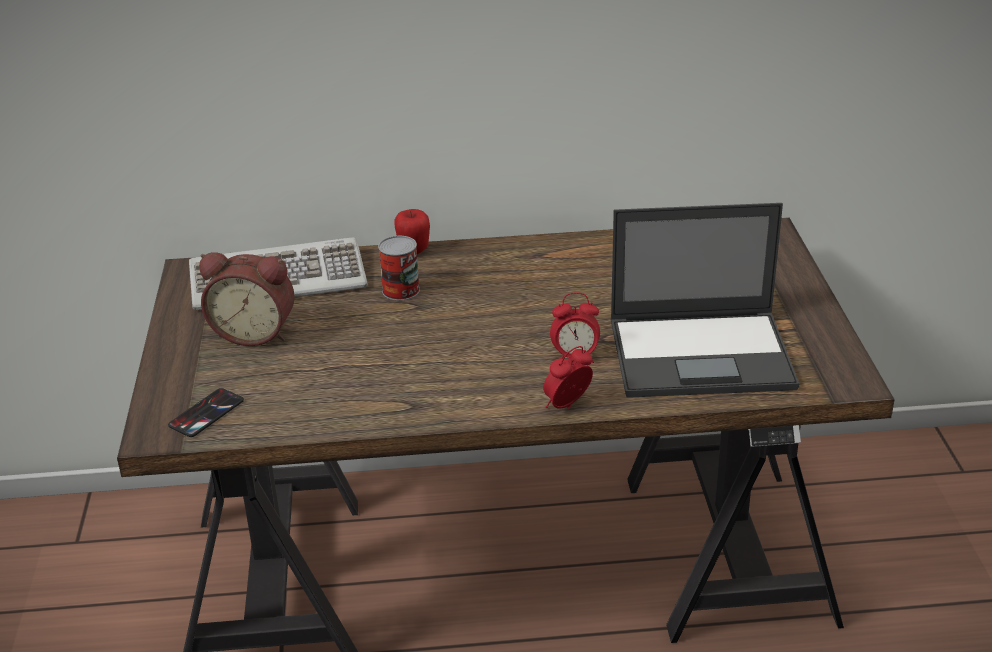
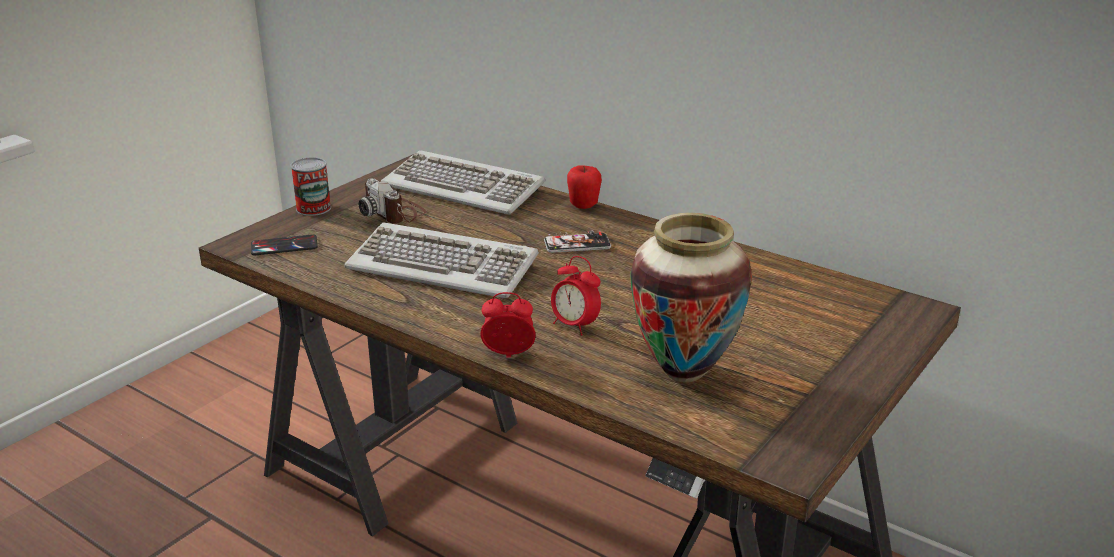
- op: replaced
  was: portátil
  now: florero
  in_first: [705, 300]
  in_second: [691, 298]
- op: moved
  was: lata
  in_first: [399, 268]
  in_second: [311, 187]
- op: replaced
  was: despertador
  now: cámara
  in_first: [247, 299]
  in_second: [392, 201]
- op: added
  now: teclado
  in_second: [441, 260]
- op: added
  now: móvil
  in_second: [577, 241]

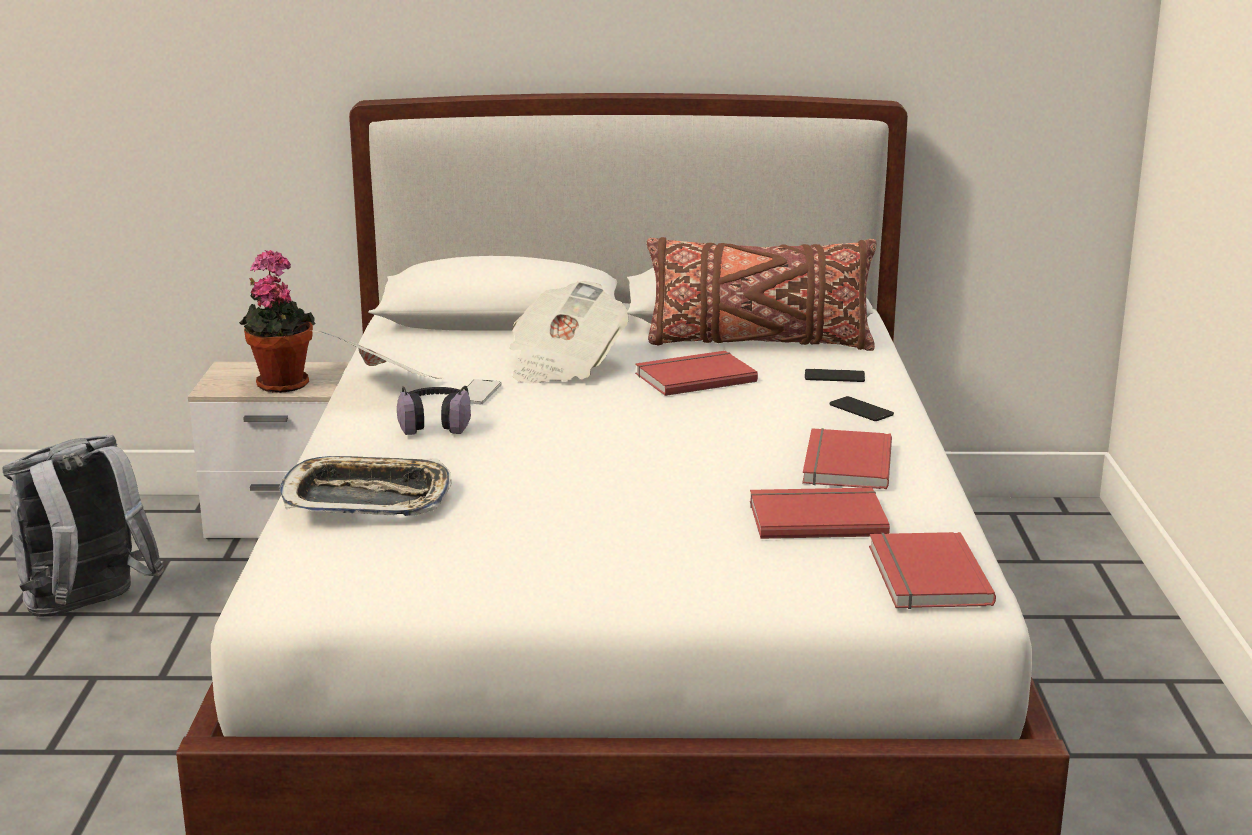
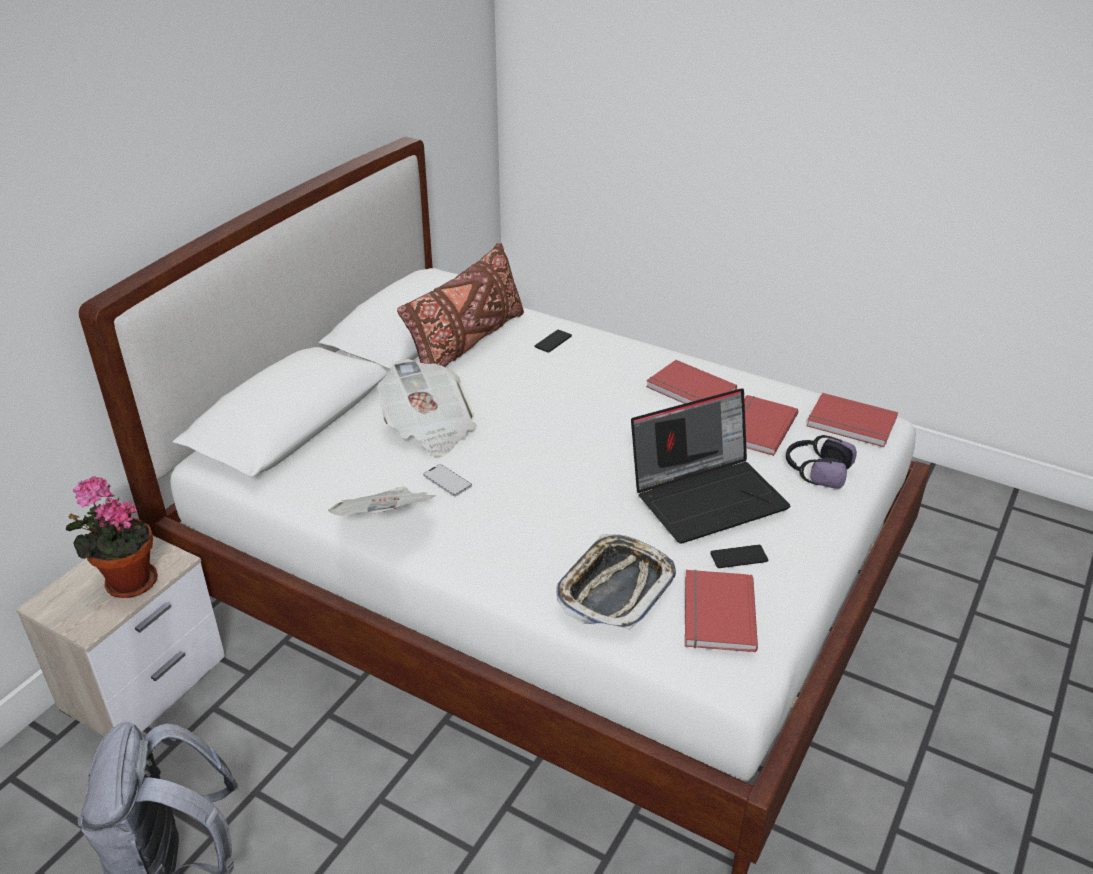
- op: moved
  was: libro (rojo)
  in_first: [696, 373]
  in_second: [721, 611]
- op: moved
  was: auriculares
  in_first: [434, 410]
  in_second: [821, 462]
- op: moved
  was: móvil
  in_first: [862, 408]
  in_second: [739, 556]
- op: added
  now: portátil
  in_second: [711, 466]

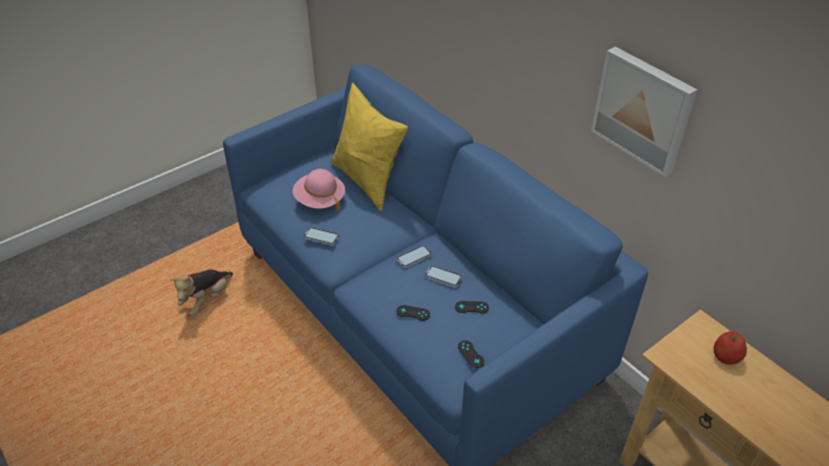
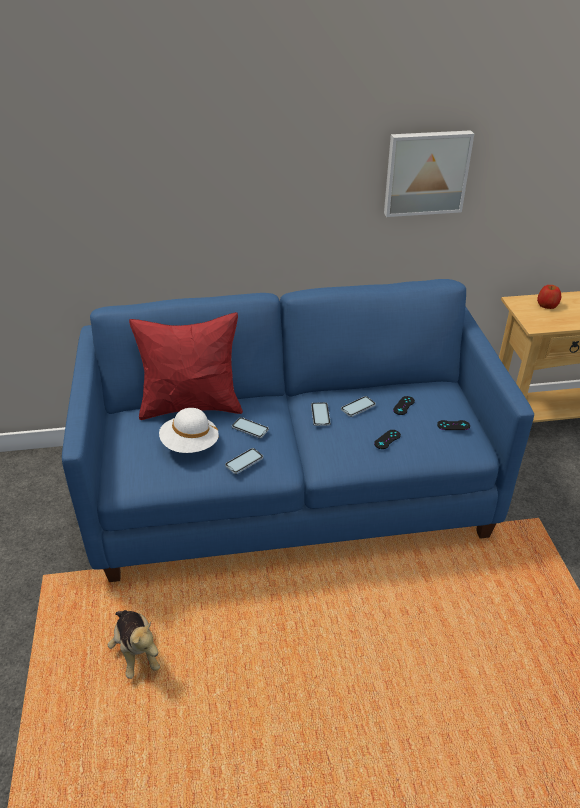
- op: recoloured
  was: cojín (amarillo)
  now: cojín (rojo)
  in_first: [369, 146]
  in_second: [186, 366]
- op: recoloured
  was: sombrero (rosa)
  now: sombrero (blanco)
  in_first: [319, 190]
  in_second: [189, 430]
- op: added
  now: móvil
  in_second: [250, 427]

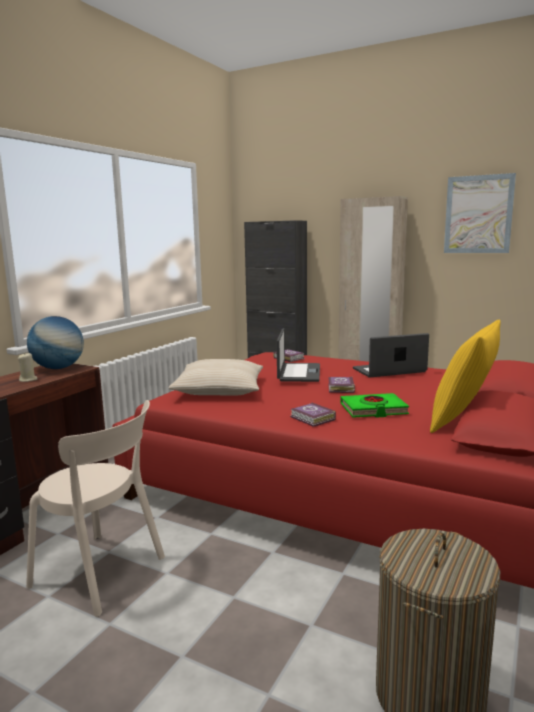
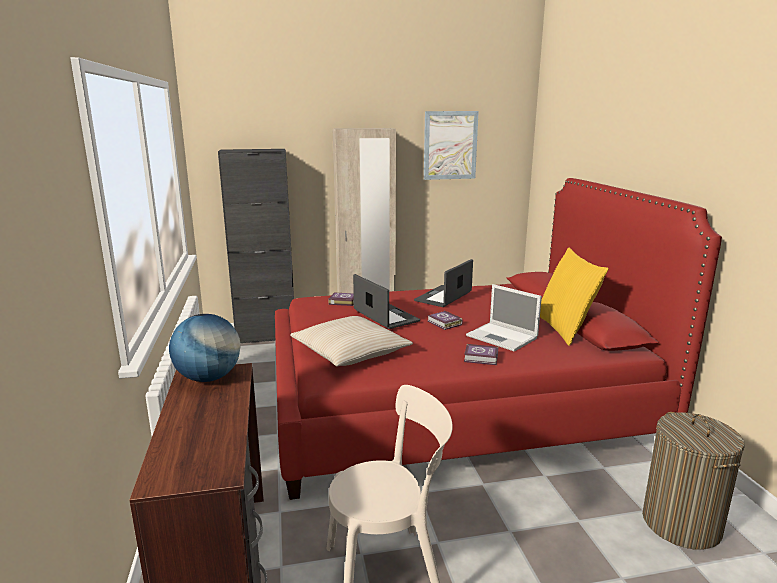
- op: removed
  was: vela (beis)
  in_first: [27, 367]
- op: replaced
  was: libro (verde)
  now: portátil
  in_first: [374, 405]
  in_second: [504, 318]

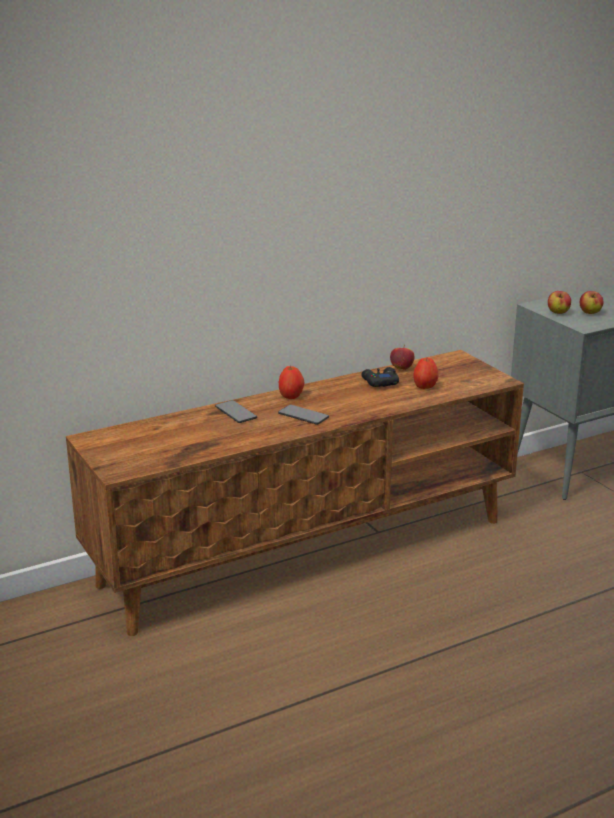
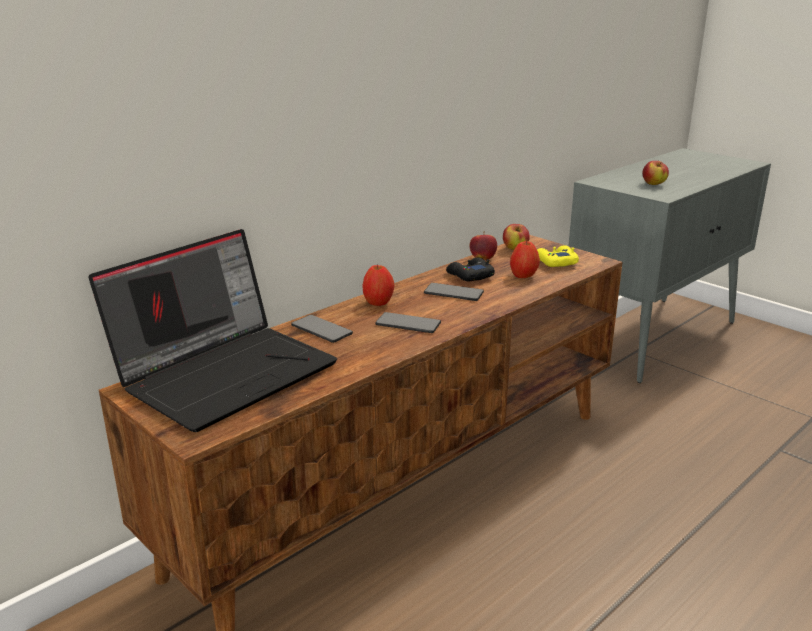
- op: moved
  was: manzana
  in_first: [559, 302]
  in_second: [516, 237]
- op: added
  now: portátil
  in_second: [212, 330]
- op: added
  now: mando de consola (amarillo)
  in_second: [558, 256]
- op: added
  now: móvil
  in_second: [454, 292]

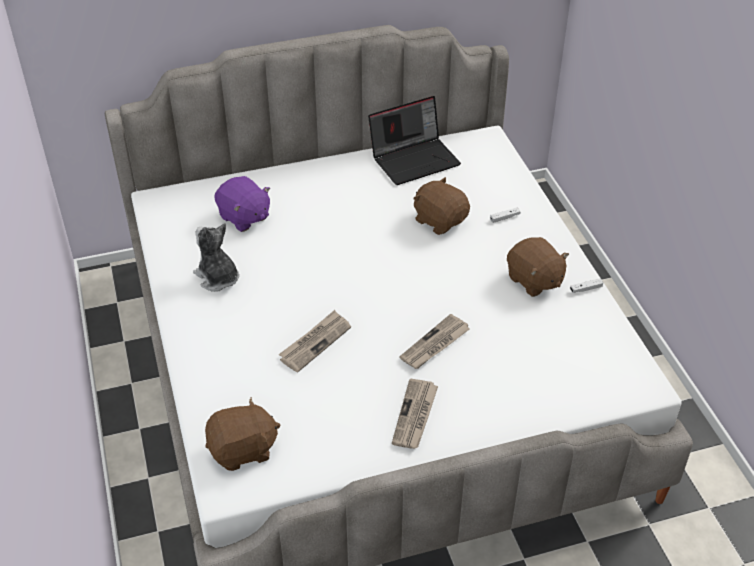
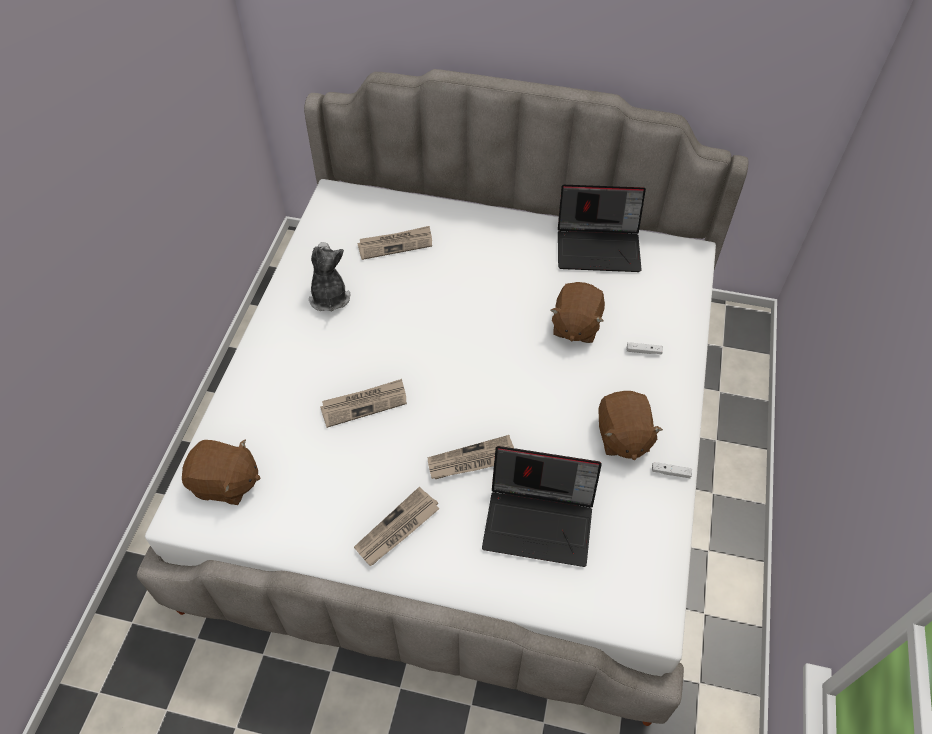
- op: replaced
  was: peluche (morado)
  now: periódico
  in_first: [242, 204]
  in_second: [394, 243]
- op: turned
  was: peluche (marrón)
  in_first: [441, 206]
  in_second: [577, 312]
  clockwise: -150
- op: added
  now: portátil
  in_second: [542, 506]

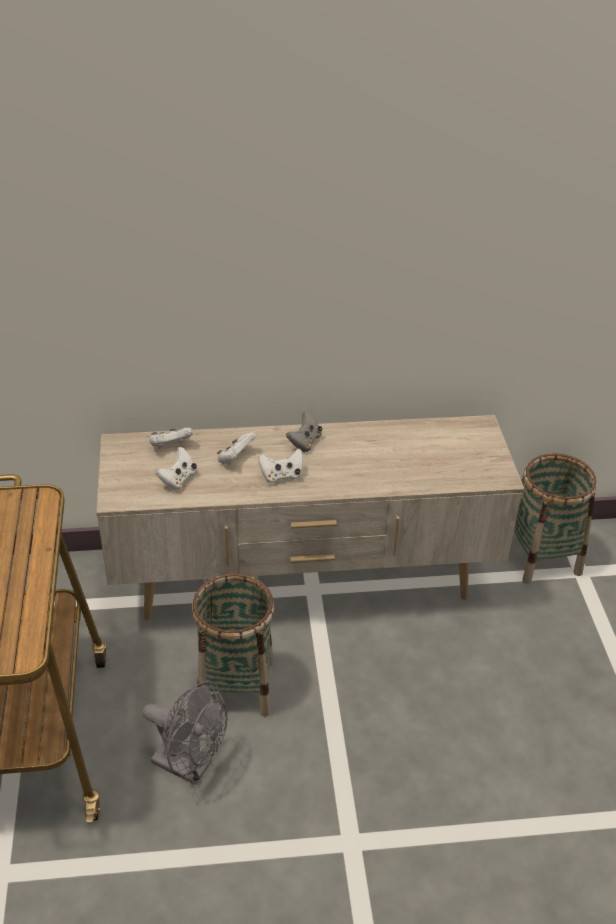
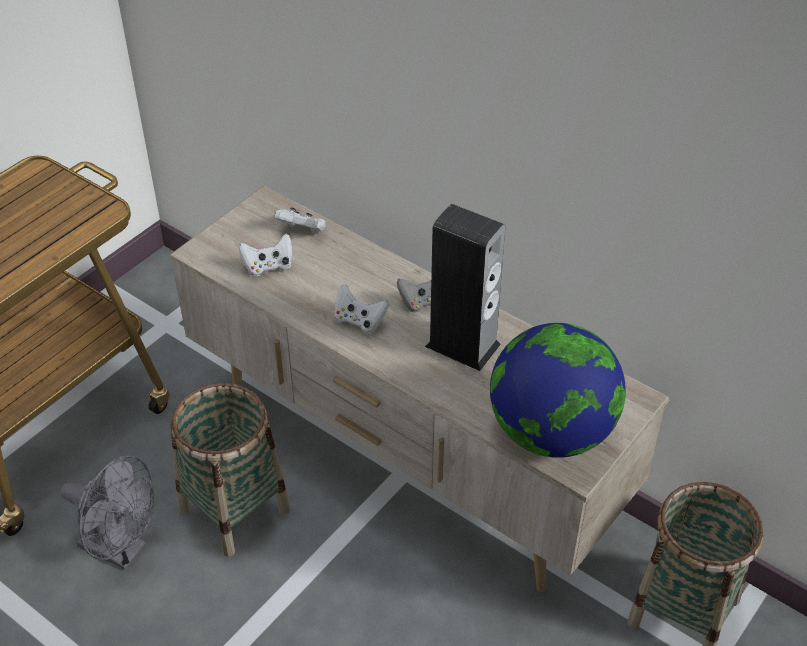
- op: removed
  was: mando de consola (blanco)
  in_first: [237, 448]
- op: turned
  was: ventilador (gris)
  in_first: [184, 733]
  in_second: [108, 512]
  clockwise: -45
- op: added
  now: altavoz
  in_second: [465, 287]
- op: added
  now: globo terráqueo
  in_second: [558, 390]

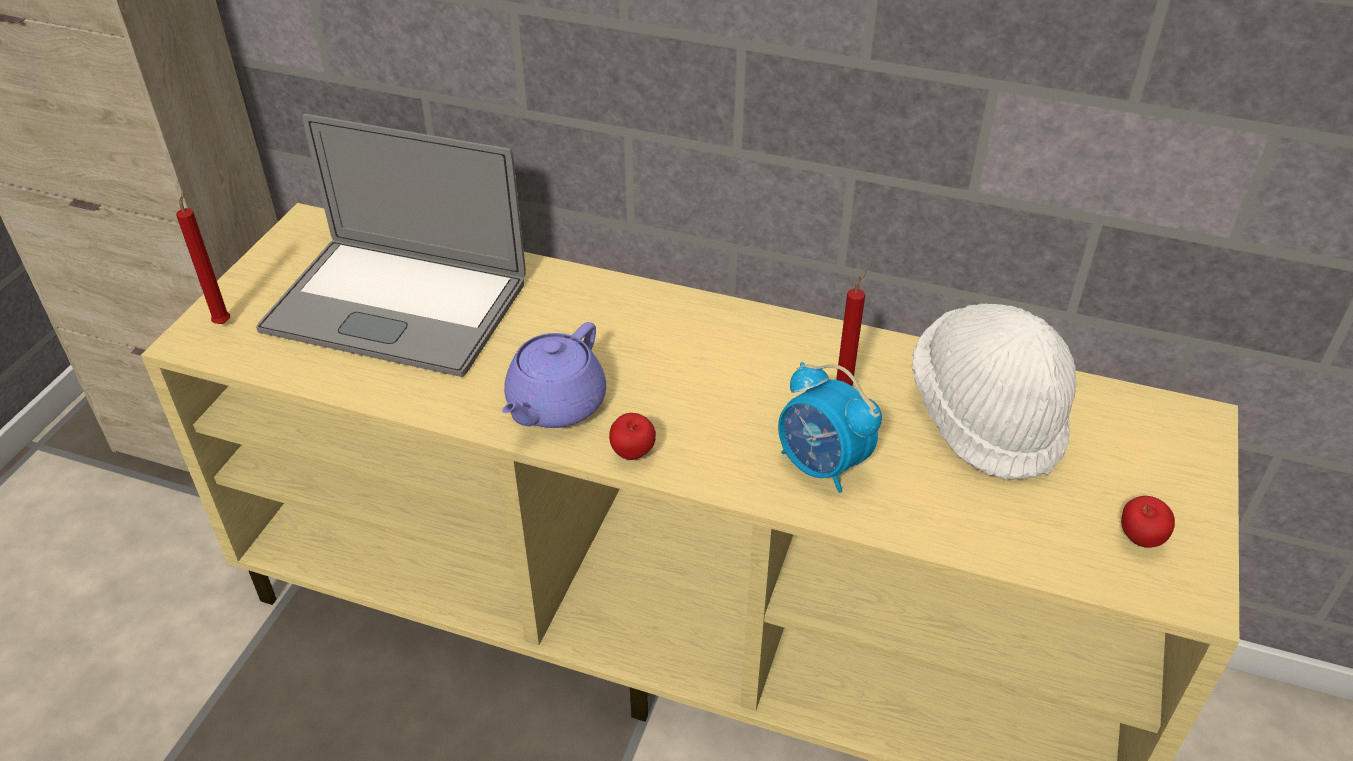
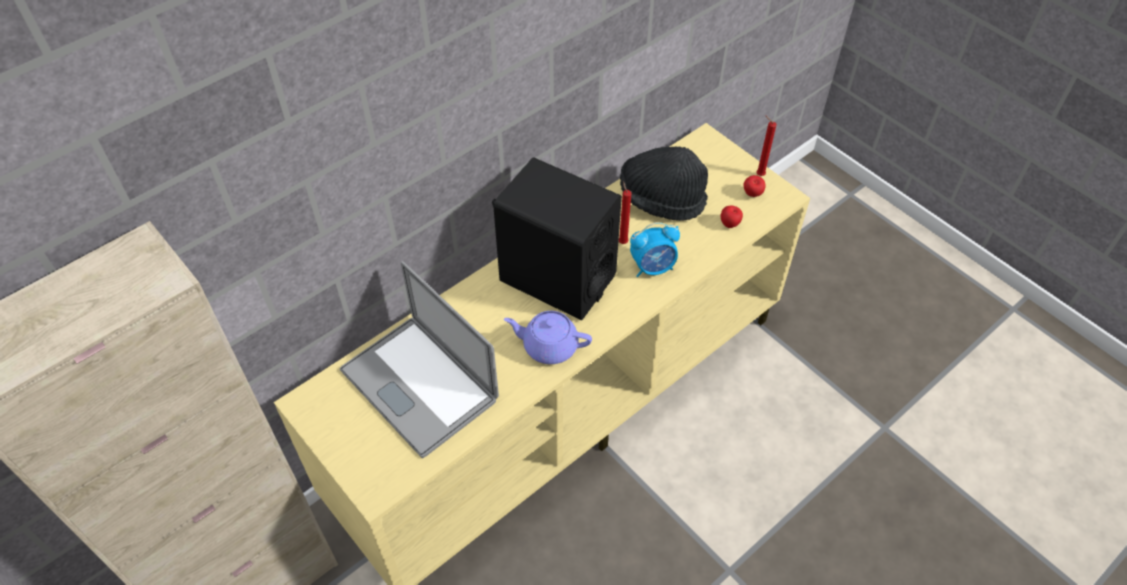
- op: turned
  was: portátil
  in_first: [391, 245]
  in_second: [419, 359]
  clockwise: 90
- op: moved
  was: vela (rojo)
  in_first: [203, 256]
  in_second: [766, 146]
- op: recoloured
  was: sombrero (blanco)
  now: sombrero (negro)
  in_first: [994, 392]
  in_second: [664, 184]
- op: turned
  was: tetera (morado)
  in_first: [554, 375]
  in_second: [548, 337]
  clockwise: 135
- op: moved
  was: manzana
  in_first: [632, 436]
  in_second: [732, 216]
- op: added
  now: altavoz (negro)
  in_second: [557, 238]

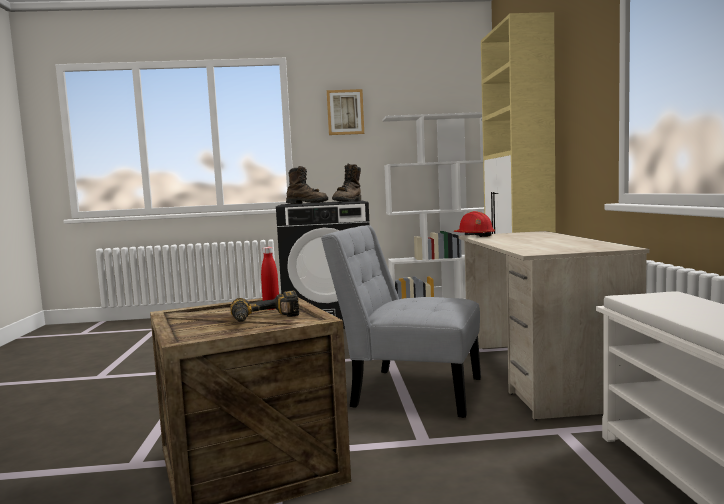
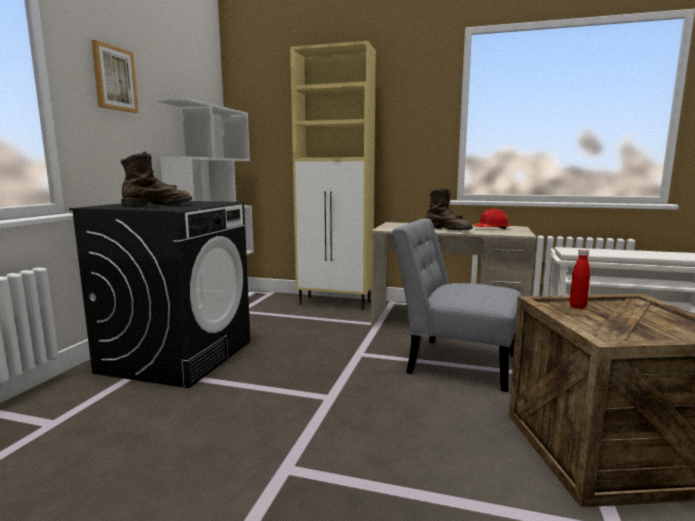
- op: moved
  was: bota (marrón)
  in_first: [346, 182]
  in_second: [449, 209]
- op: moved
  was: casco (rojo)
  in_first: [474, 224]
  in_second: [492, 219]
- op: turned
  was: silla (gris)
  in_first: [401, 321]
  in_second: [456, 305]
  clockwise: 75
- op: removed
  was: taladro
  in_first: [264, 306]

